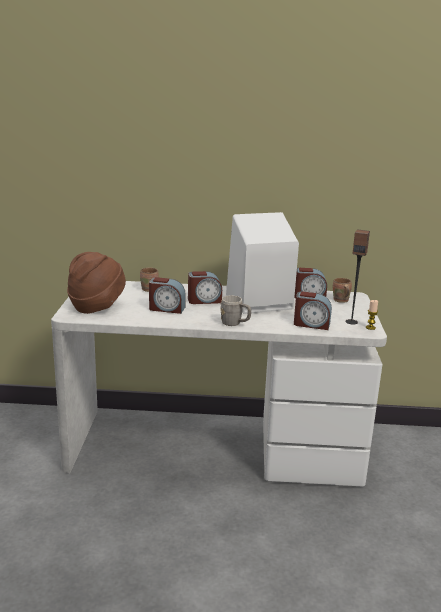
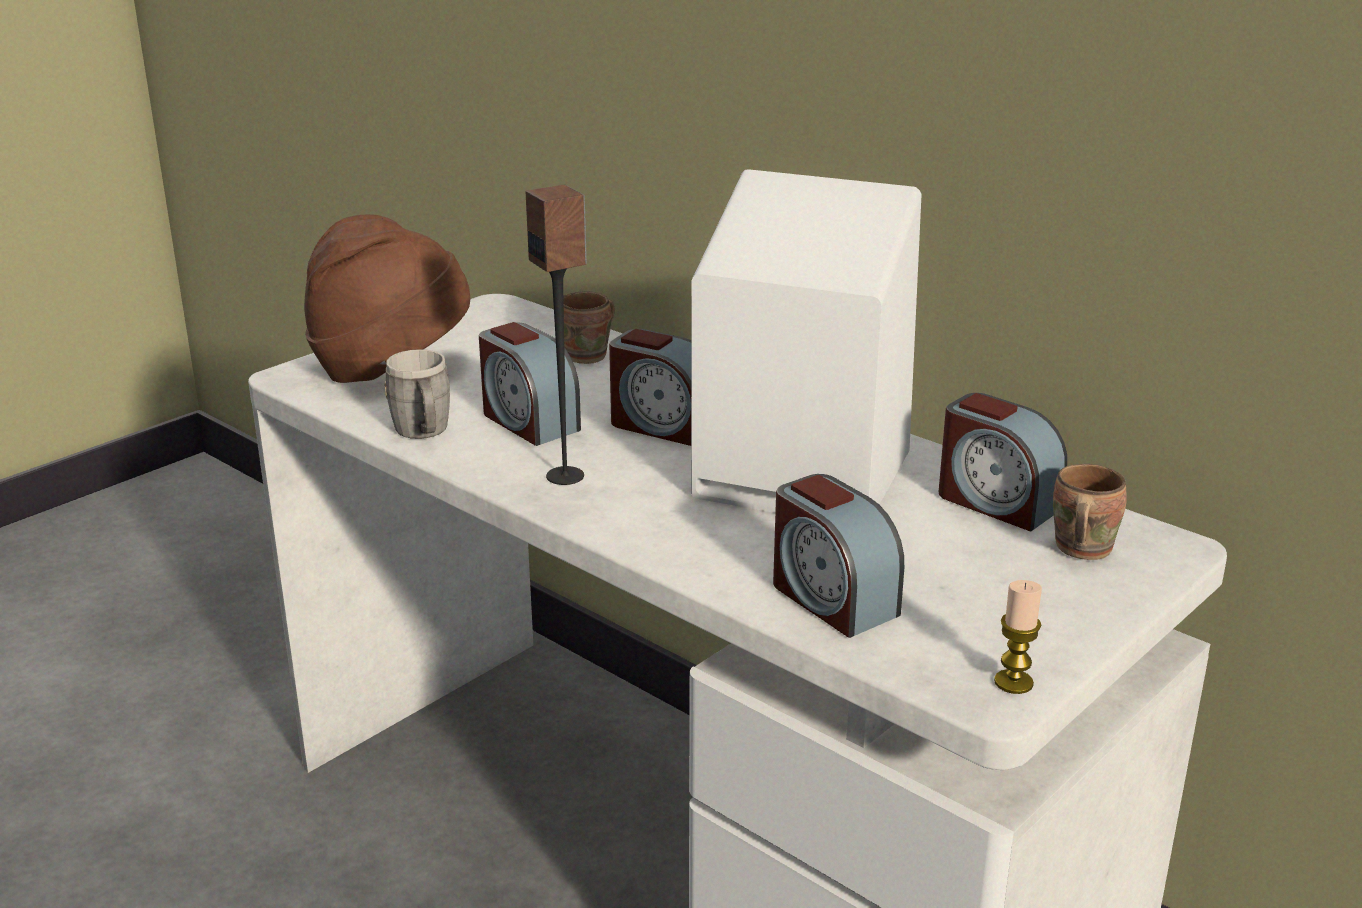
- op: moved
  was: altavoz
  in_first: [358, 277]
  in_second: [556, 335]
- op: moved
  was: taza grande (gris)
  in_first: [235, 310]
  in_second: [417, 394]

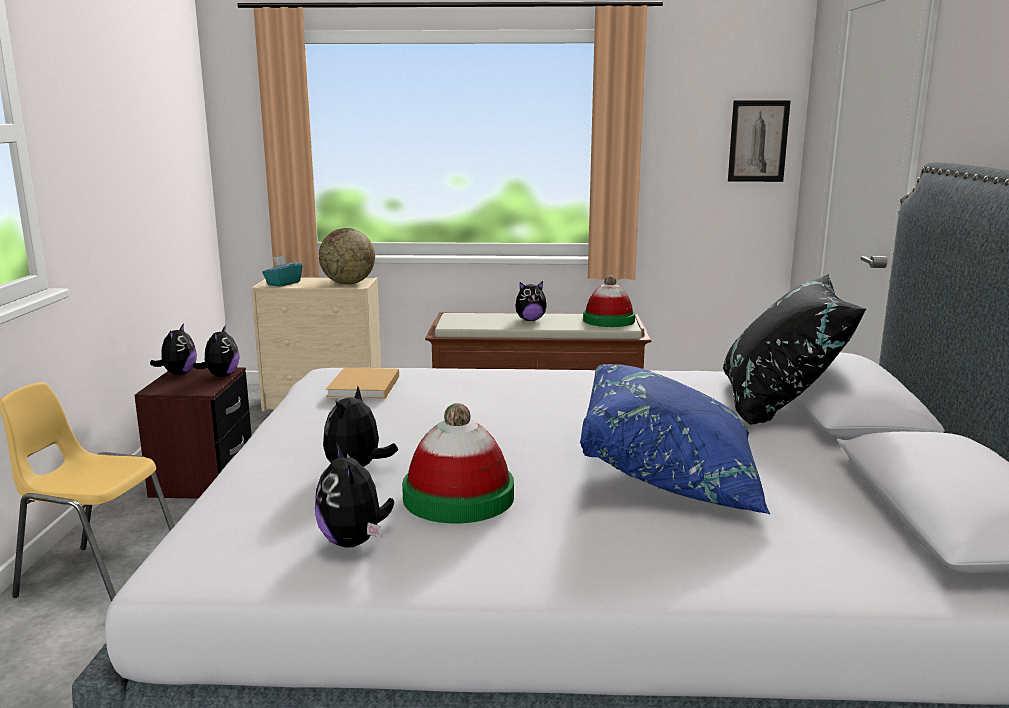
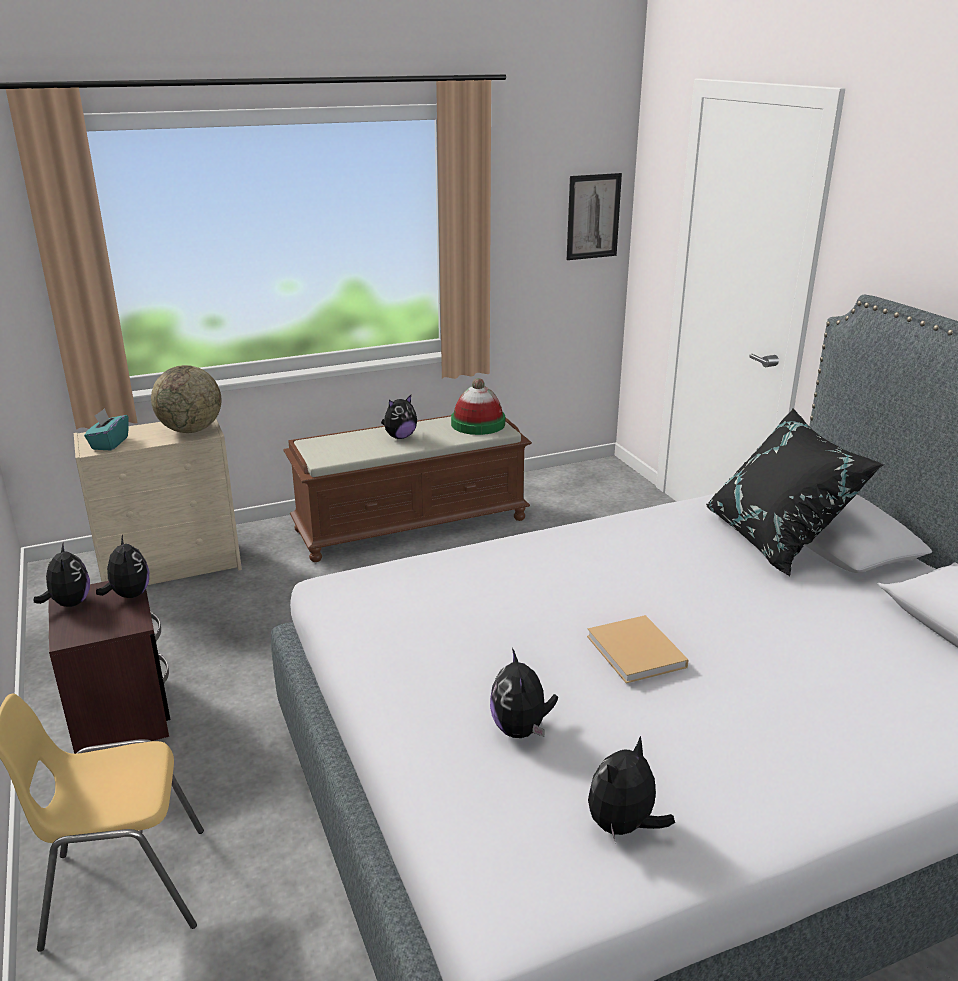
- op: removed
  was: cojín (azul)
  in_first: [675, 439]
- op: moved
  was: libro (beis)
  in_first: [362, 383]
  in_second: [638, 649]
- op: removed
  was: sombrero
  in_first: [458, 463]
- op: turned
  was: peluche
  in_first: [354, 496]
  in_second: [631, 788]
  clockwise: 90

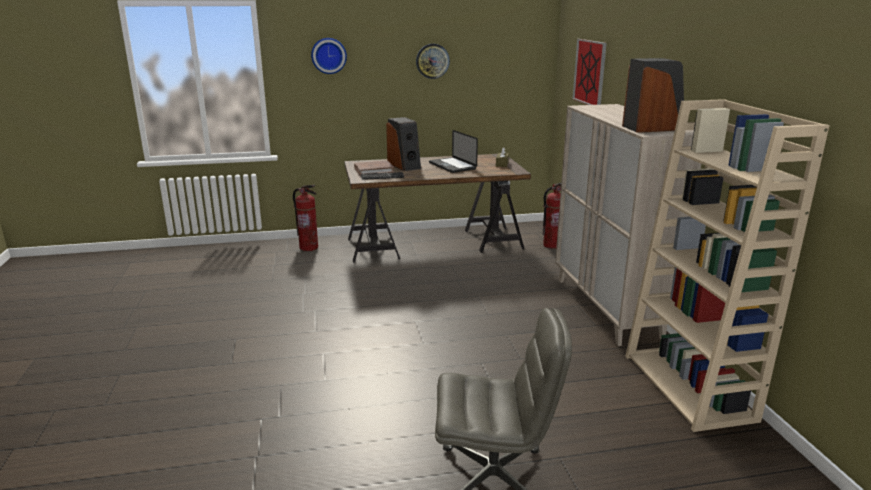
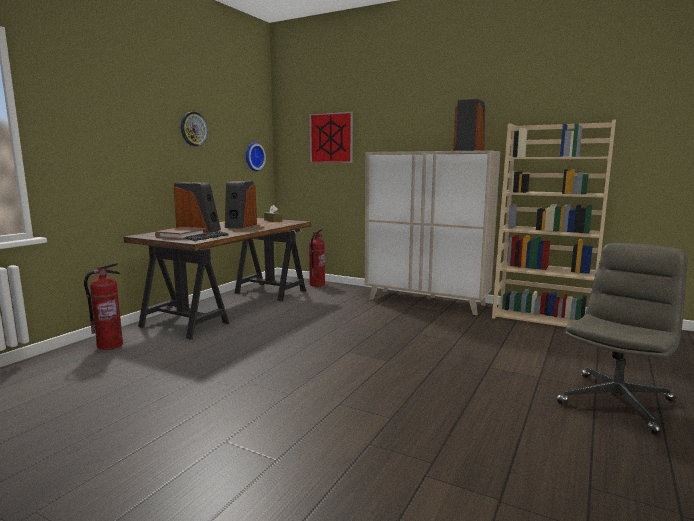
- op: moved
  was: reloj de pared
  in_first: [329, 56]
  in_second: [256, 156]
- op: replaced
  was: portátil
  now: altavoz
  in_first: [453, 151]
  in_second: [241, 204]

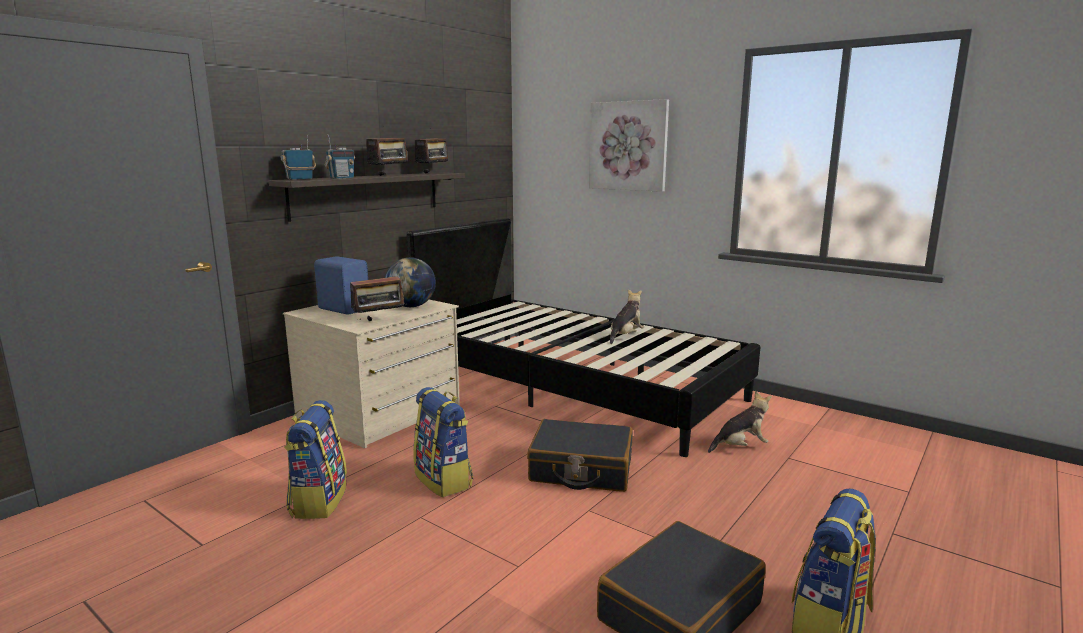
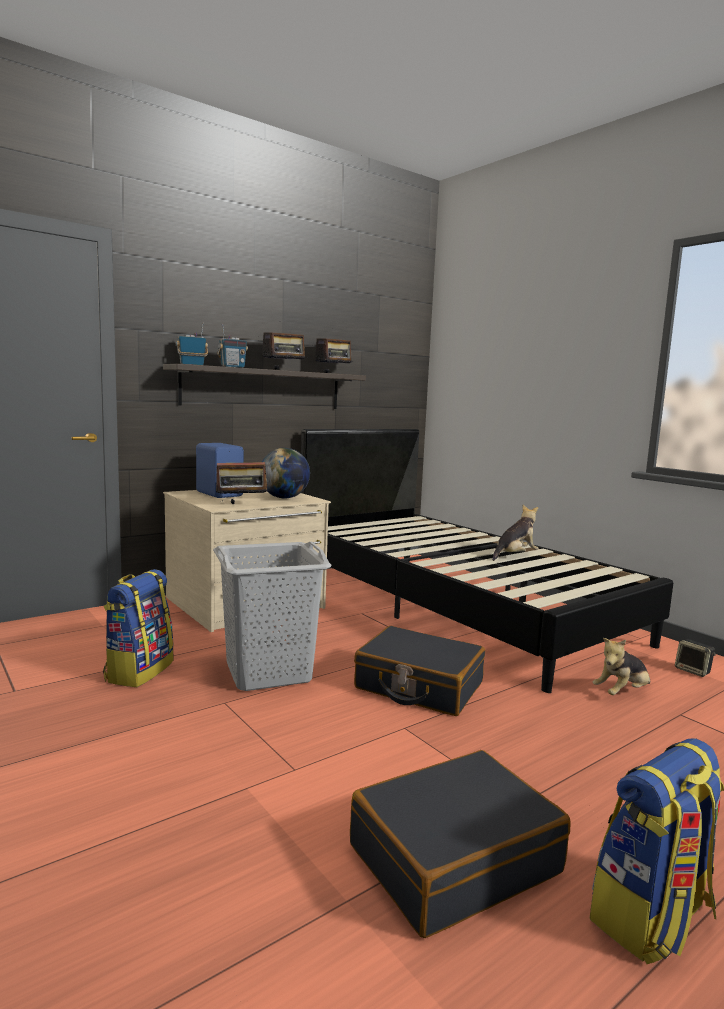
- op: removed
  was: cuadro
  in_first: [629, 145]
- op: replaced
  was: mochila
  now: cesto de la ropa (gris)
  in_first: [443, 442]
  in_second: [272, 616]
- op: turned
  was: peluche
  in_first: [740, 422]
  in_second: [621, 666]
  clockwise: 150
- op: added
  now: altavoz
  in_second: [695, 658]

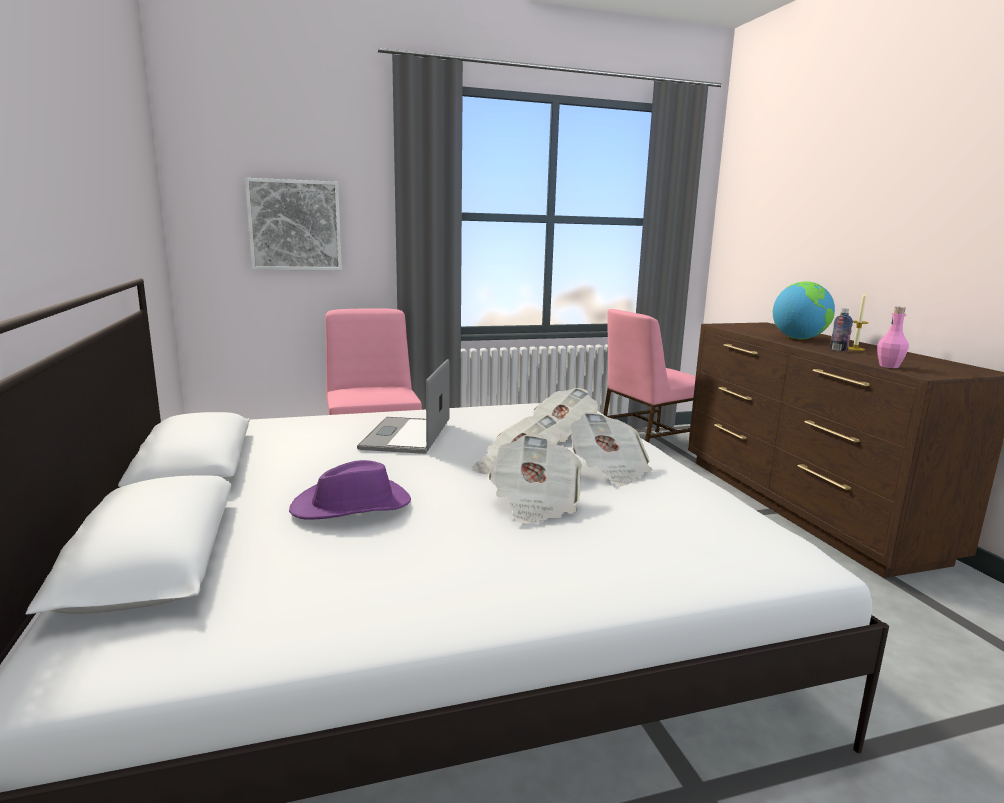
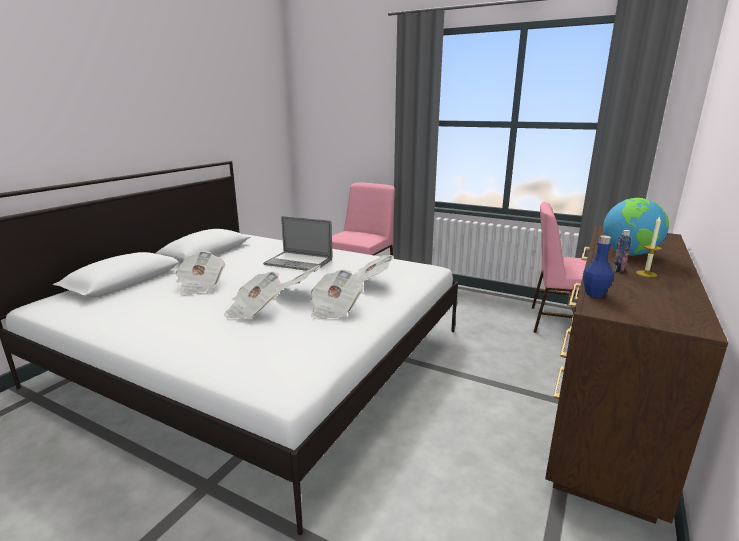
- op: removed
  was: cuadro
  in_first: [293, 224]
- op: recoloured
  was: botella (rosa)
  now: botella (azul)
  in_first: [893, 337]
  in_second: [598, 266]
- op: turned
  was: portátil
  in_first: [403, 406]
  in_second: [298, 244]
  clockwise: -120
- op: replaced
  was: sombrero (morado)
  now: periódico
  in_first: [350, 490]
  in_second: [200, 273]

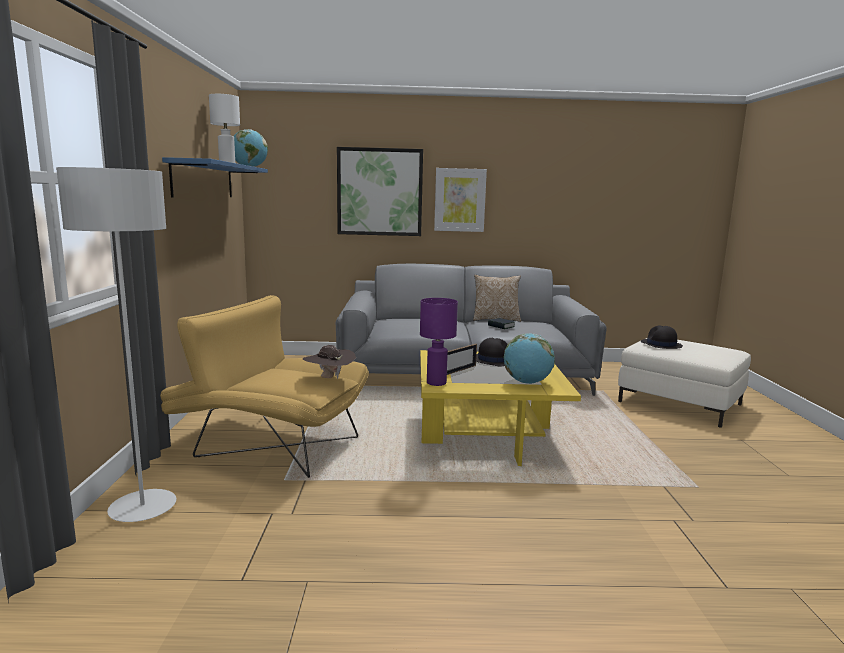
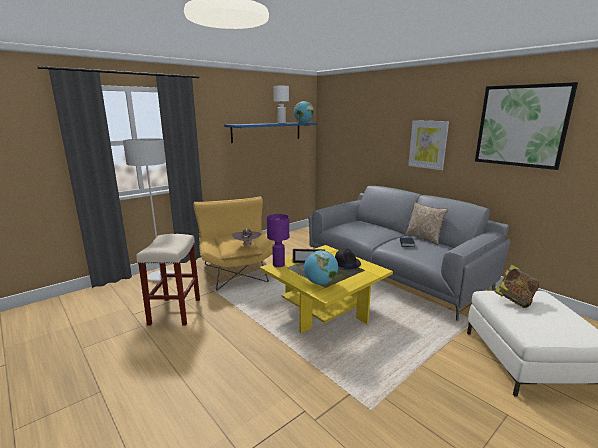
- op: moved
  was: cuadro
  in_first: [380, 191]
  in_second: [526, 126]
- op: replaced
  was: sombrero (negro)
  now: libro
  in_first: [662, 337]
  in_second: [517, 286]
- op: added
  now: taburete (beis)
  in_second: [168, 280]

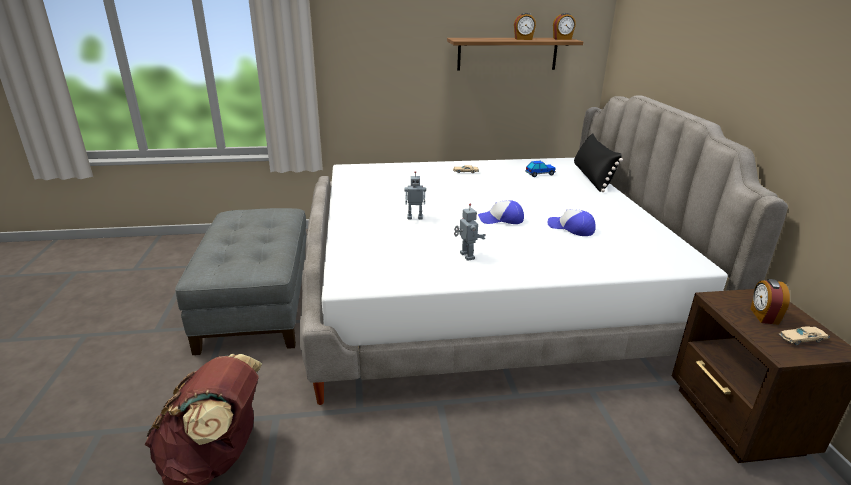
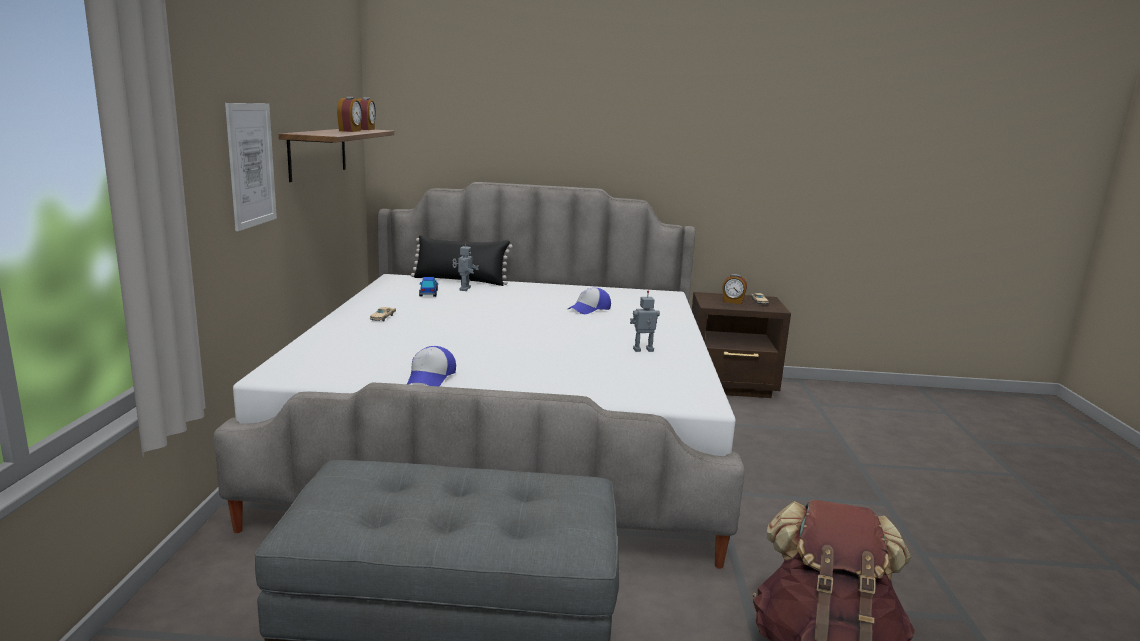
- op: moved
  was: robot de juguete
  in_first: [415, 195]
  in_second: [466, 266]
- op: moved
  was: gorra
  in_first: [501, 212]
  in_second: [431, 366]
- op: added
  now: cuadro
  in_second: [251, 167]

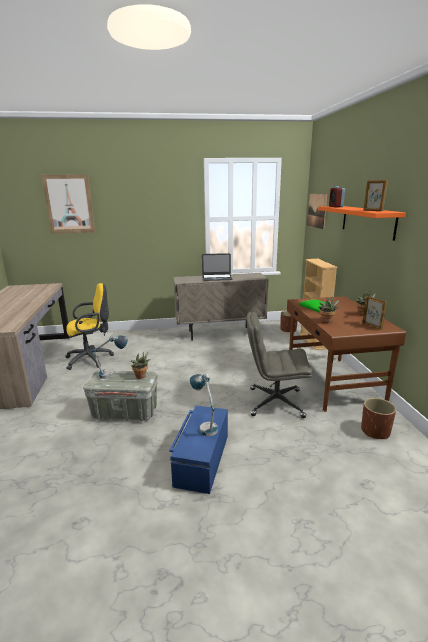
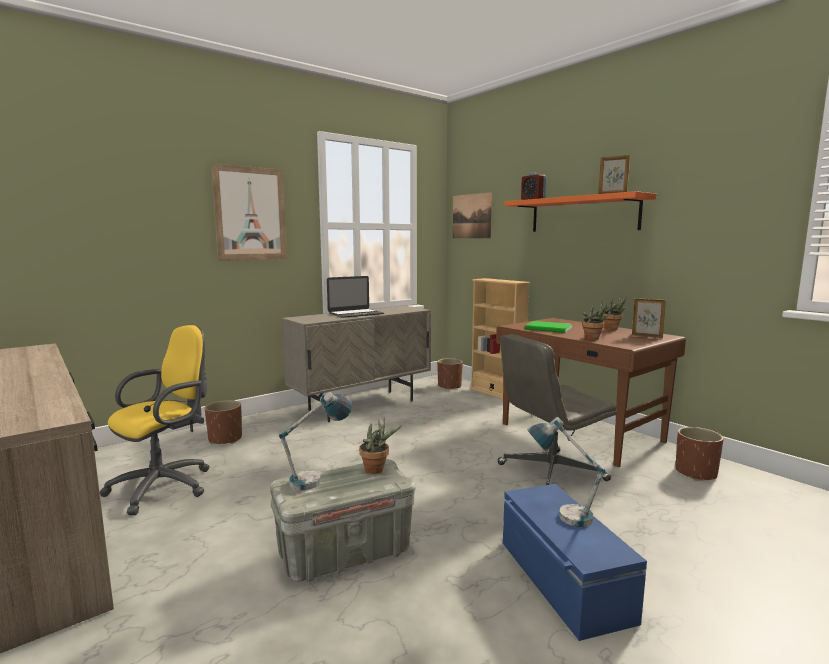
- op: moved
  was: cuadro
  in_first: [68, 204]
  in_second: [249, 212]
- op: added
  now: maceta (marrón)
  in_second: [223, 422]

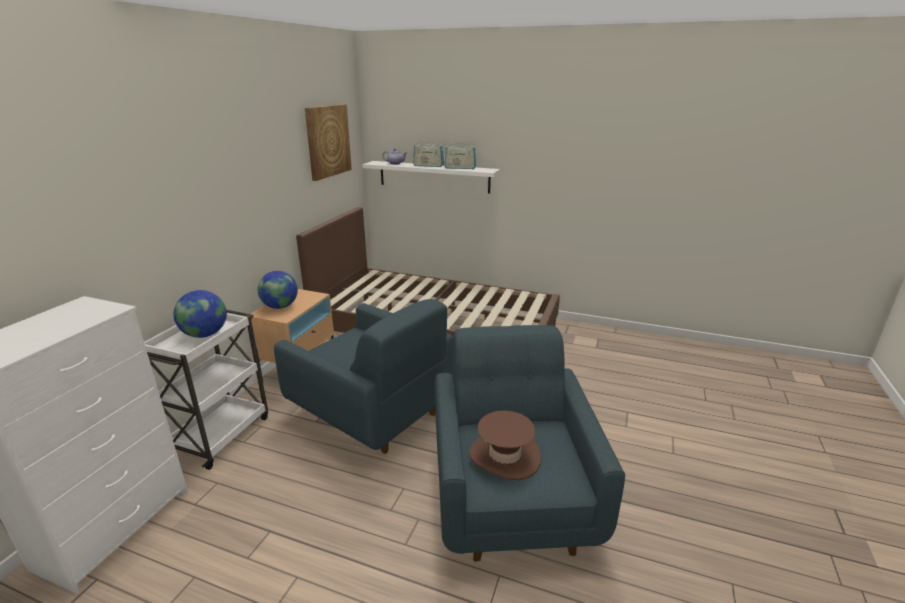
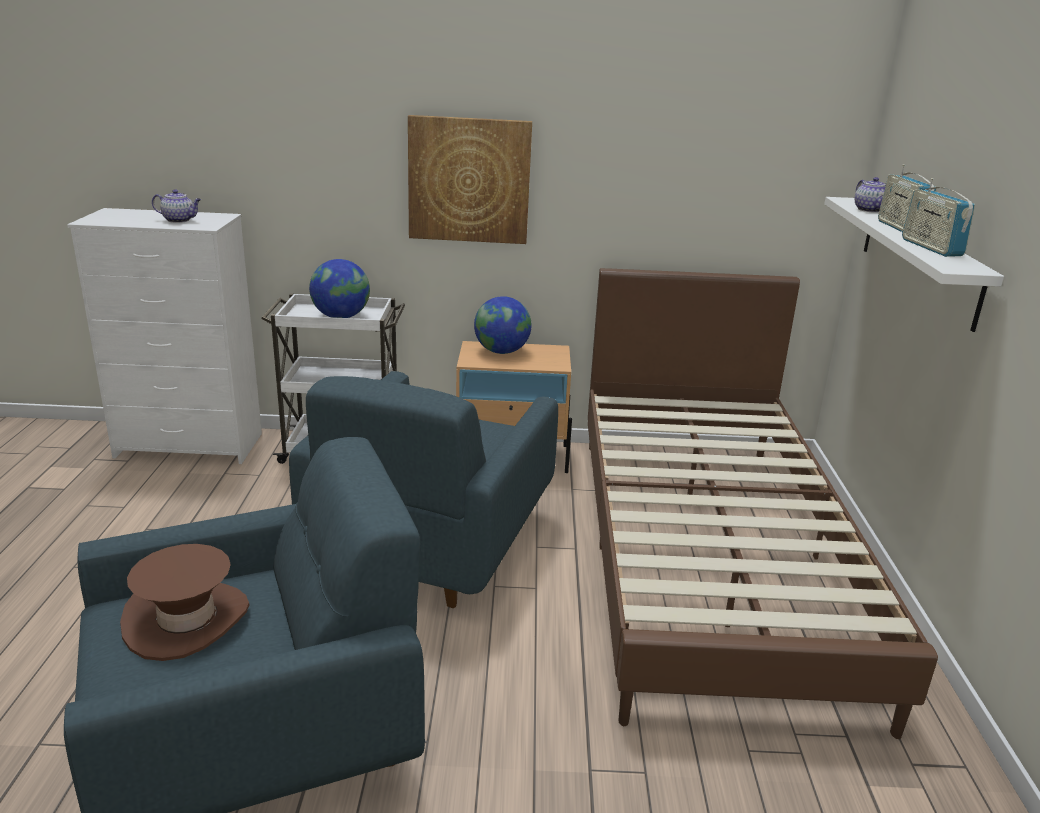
- op: moved
  was: cuadro
  in_first: [328, 142]
  in_second: [470, 179]
- op: added
  now: tetera
  in_second: [176, 206]

